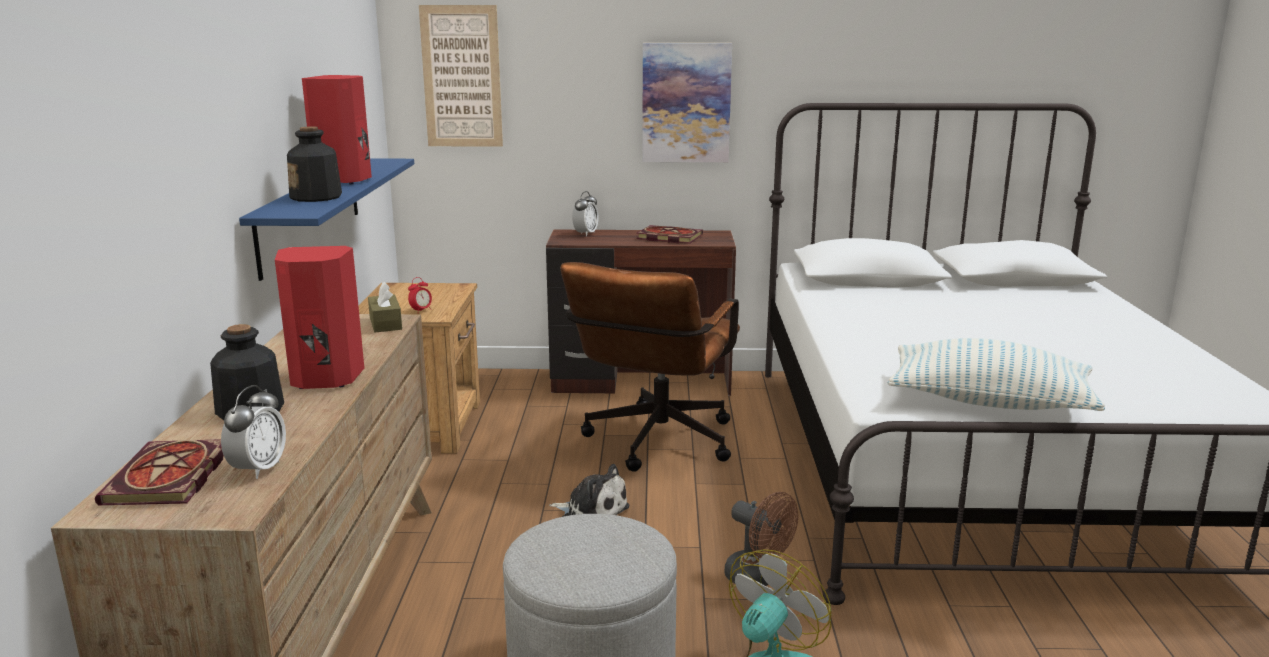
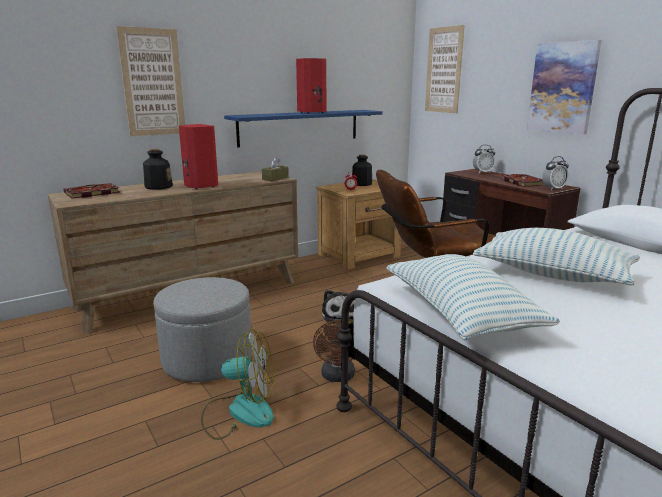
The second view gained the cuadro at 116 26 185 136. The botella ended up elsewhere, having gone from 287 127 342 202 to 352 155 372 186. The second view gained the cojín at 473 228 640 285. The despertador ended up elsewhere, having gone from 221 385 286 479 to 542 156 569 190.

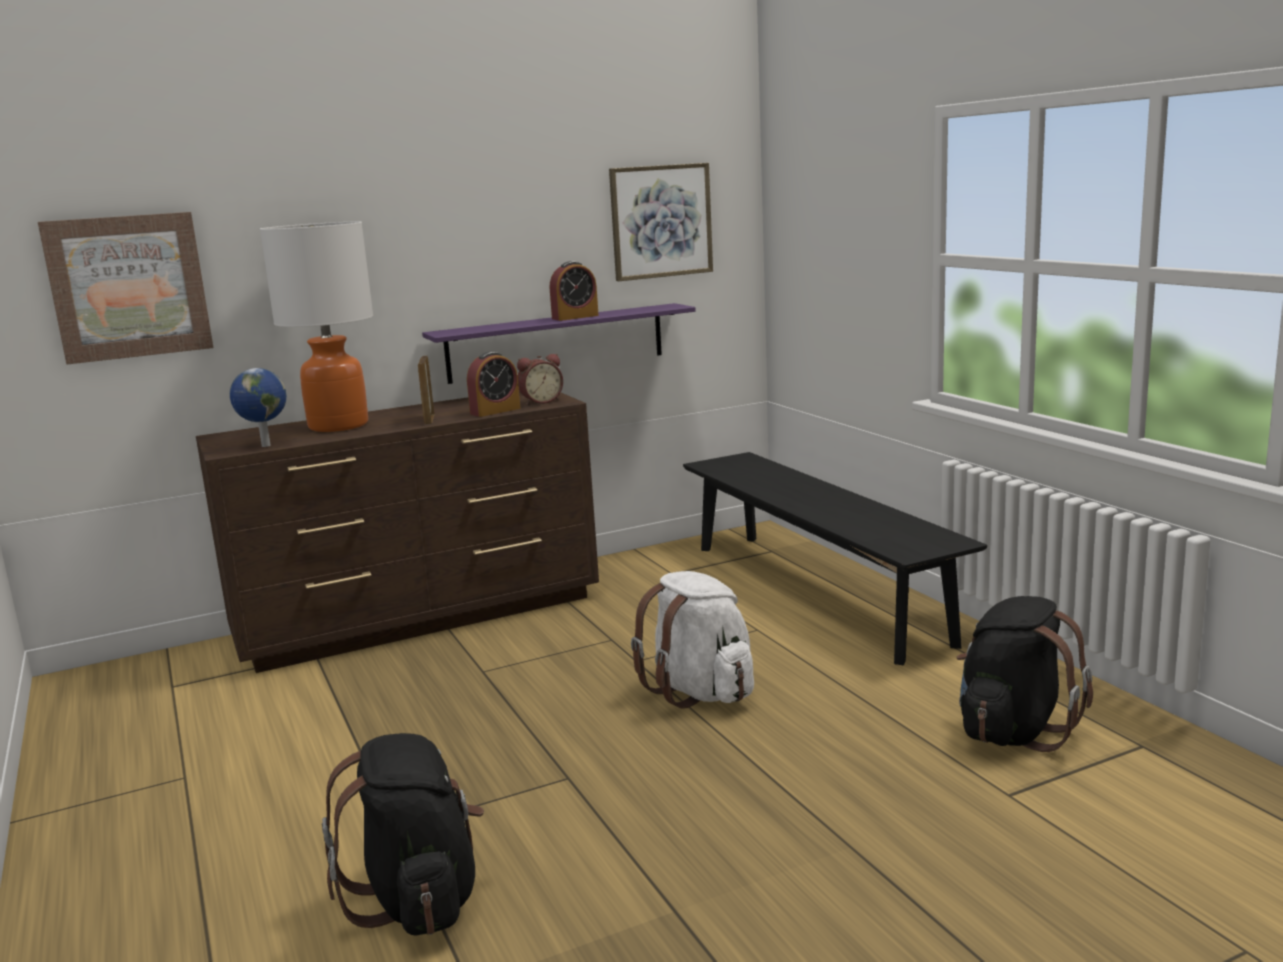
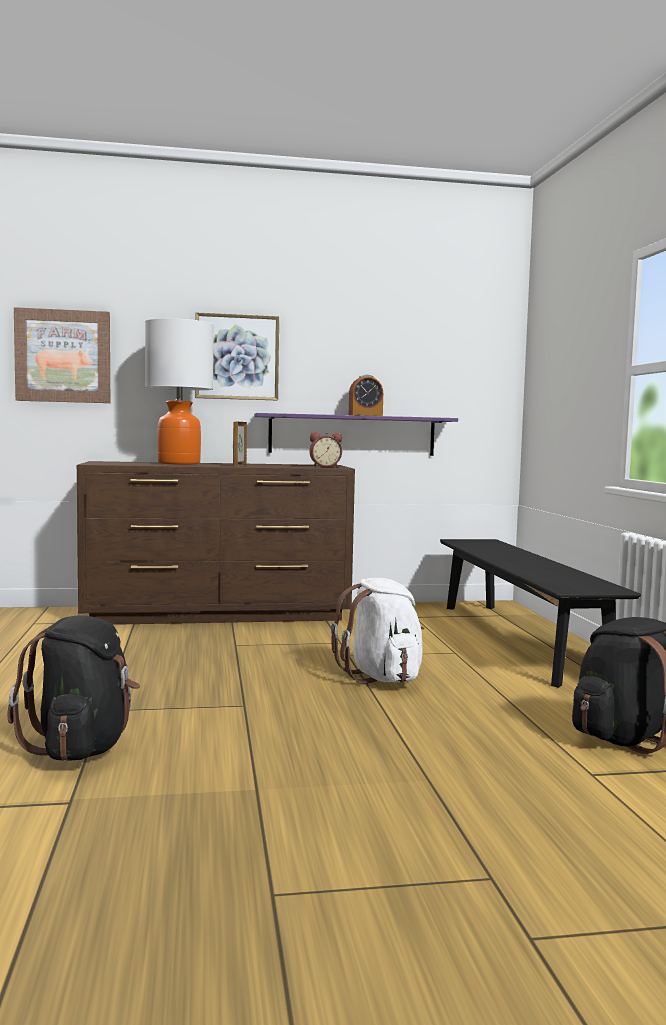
The cuadro ended up elsewhere, having gone from 609 163 713 281 to 195 313 279 400. The second view lost the globo terráqueo at 230 368 287 447. The second view lost the despertador at 467 351 520 417.

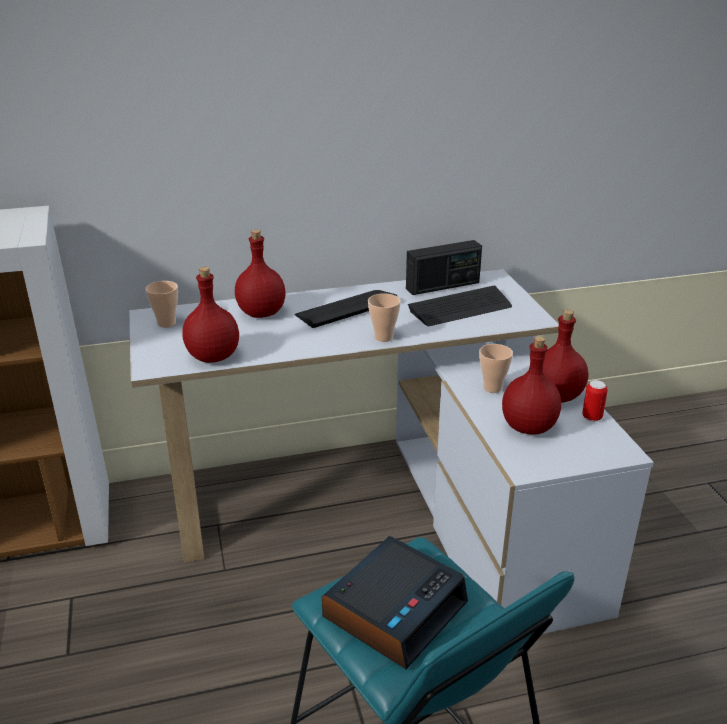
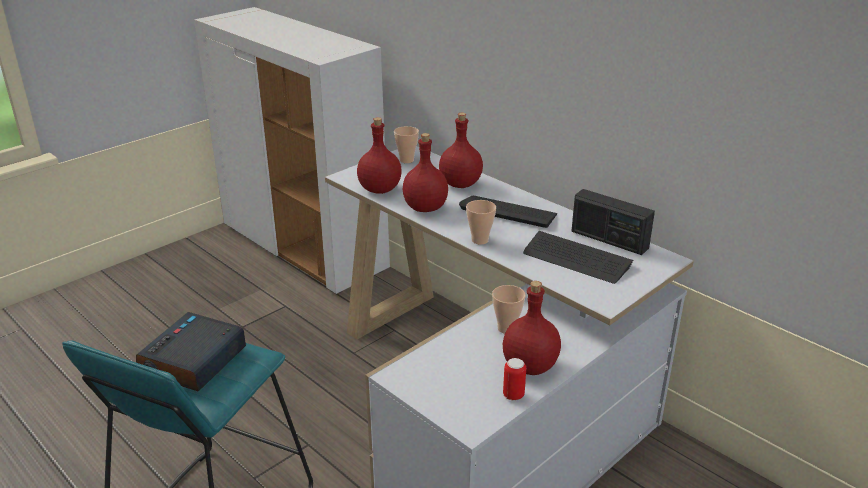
The despertador at 322 536 468 669 ended up facing another way, 105 degrees clockwise from before. The botella (rojo) ended up elsewhere, having gone from 502 336 561 435 to 403 133 448 212.

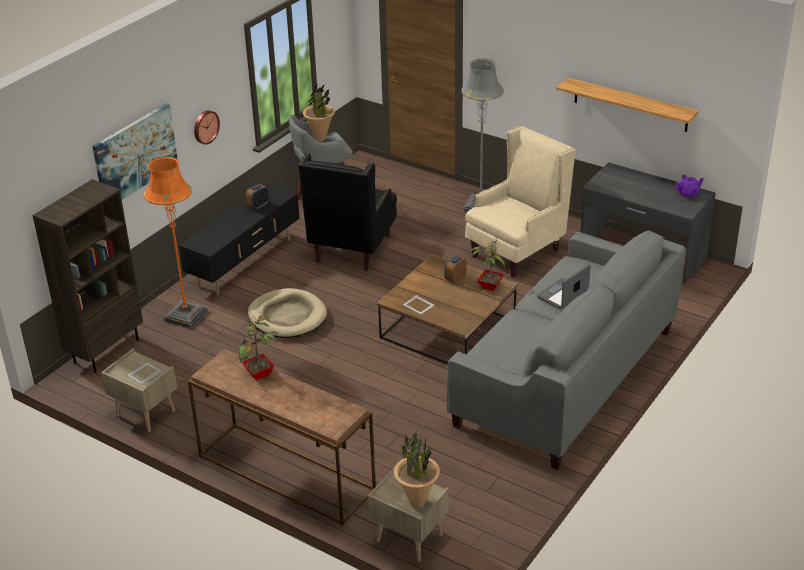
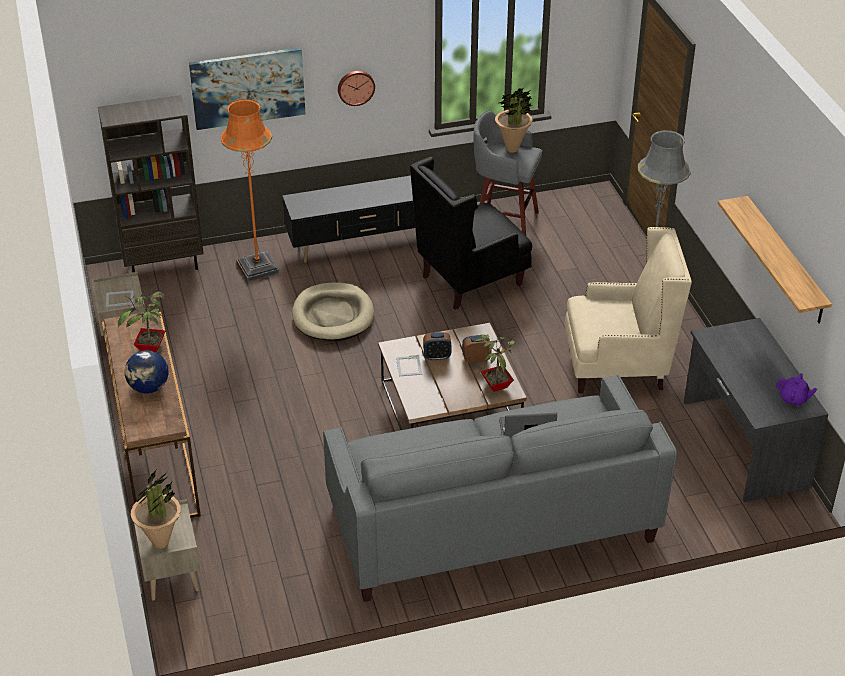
The second view gained the globo terráqueo at 125 350 169 394. The despertador ended up elsewhere, having gone from 246 184 269 210 to 423 332 451 360.

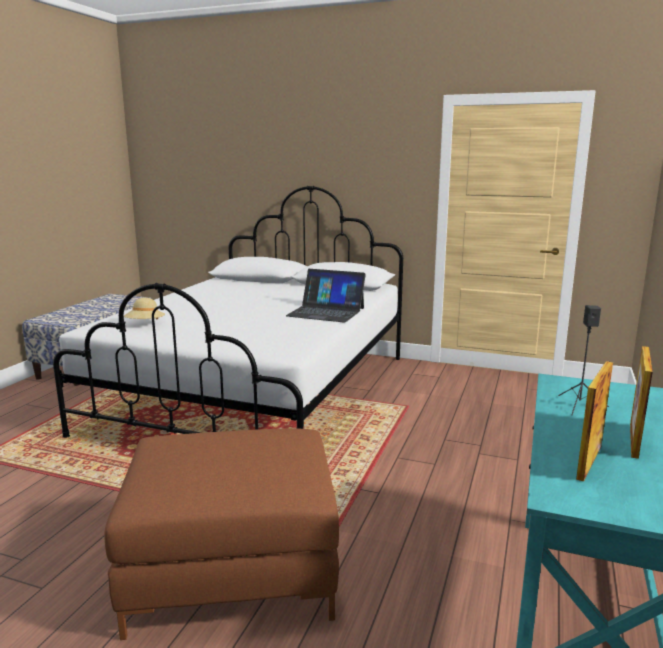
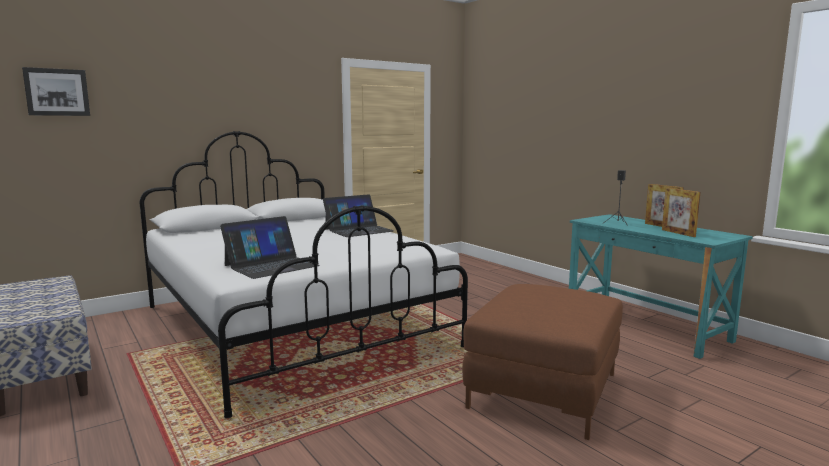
The second view gained the cuadro at 22 67 90 116. Where the sombrero (beis) stood at 124 298 165 320, the portátil came to stand at 220 216 320 279.

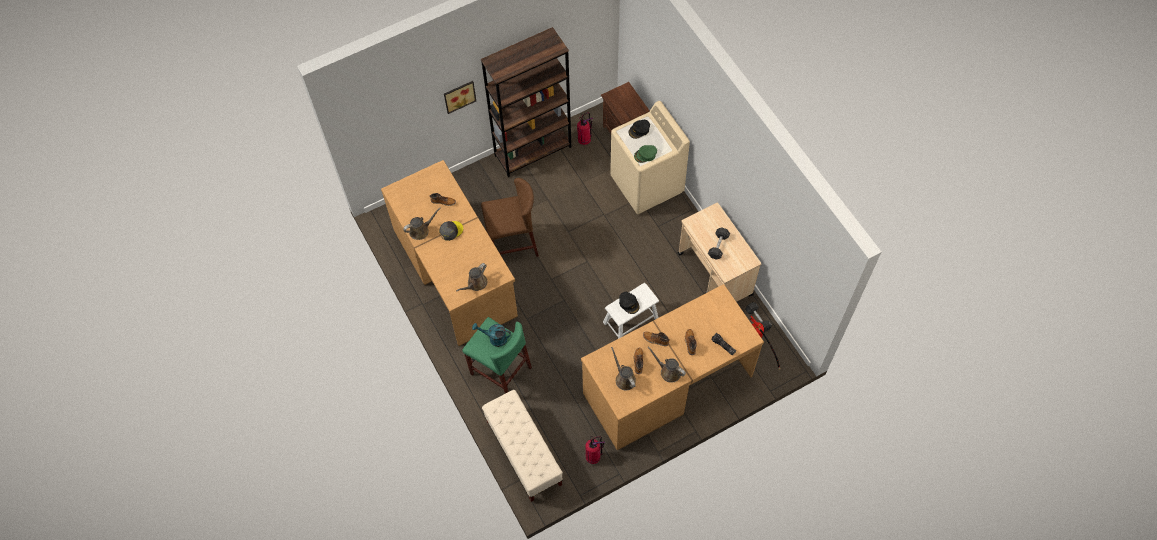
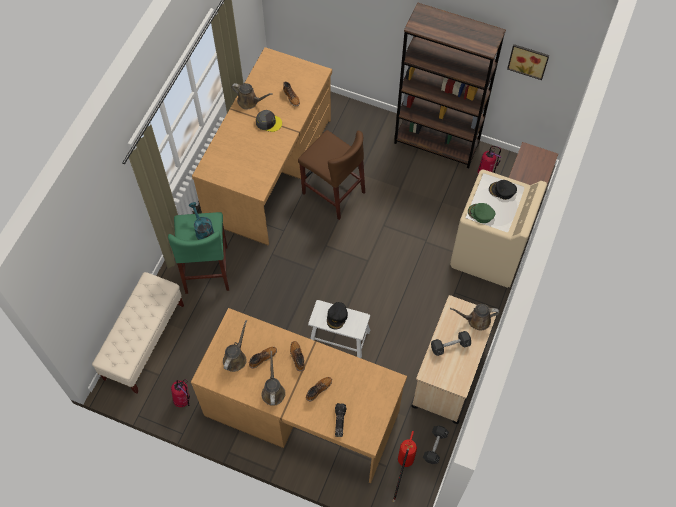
The regadera (marrón) ended up elsewhere, having gone from 456 263 487 291 to 450 304 499 331. The cuadro ended up elsewhere, having gone from 444 81 476 114 to 507 44 549 80.

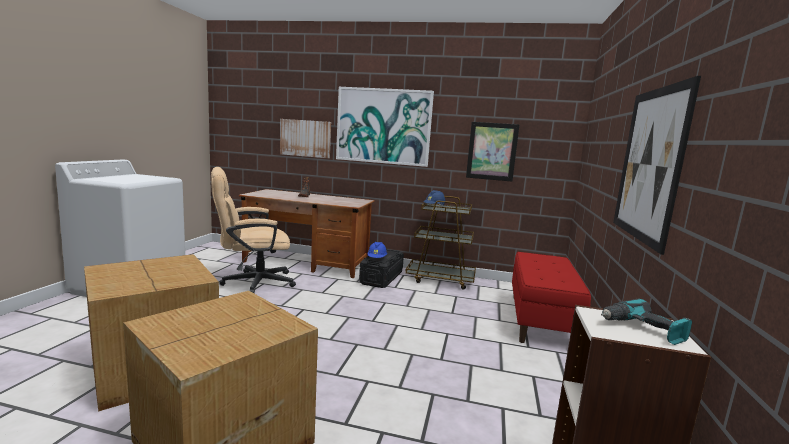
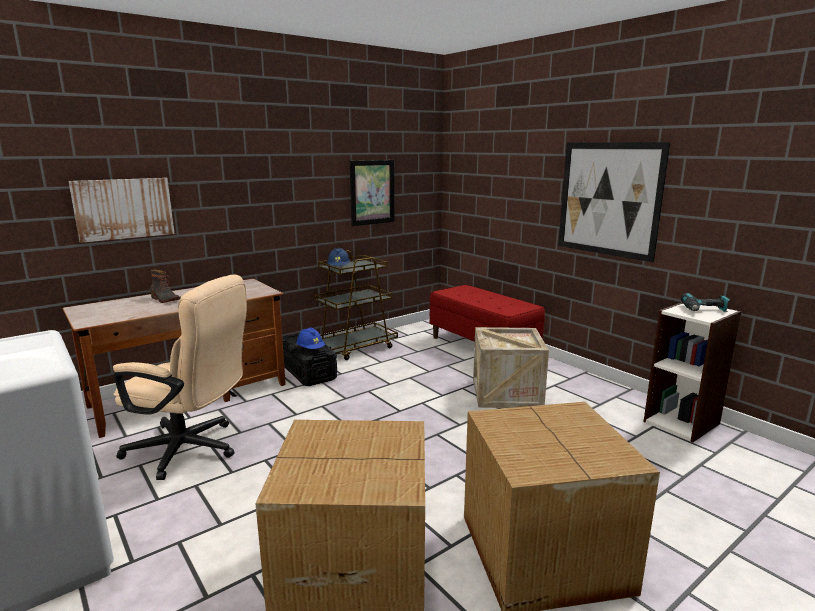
The silla de oficina (beis) at 211 167 296 293 ended up facing another way, 90 degrees counterclockwise from before. The second view gained the caja de embalaje at 473 327 549 408. The second view lost the cuadro at 336 87 434 167.

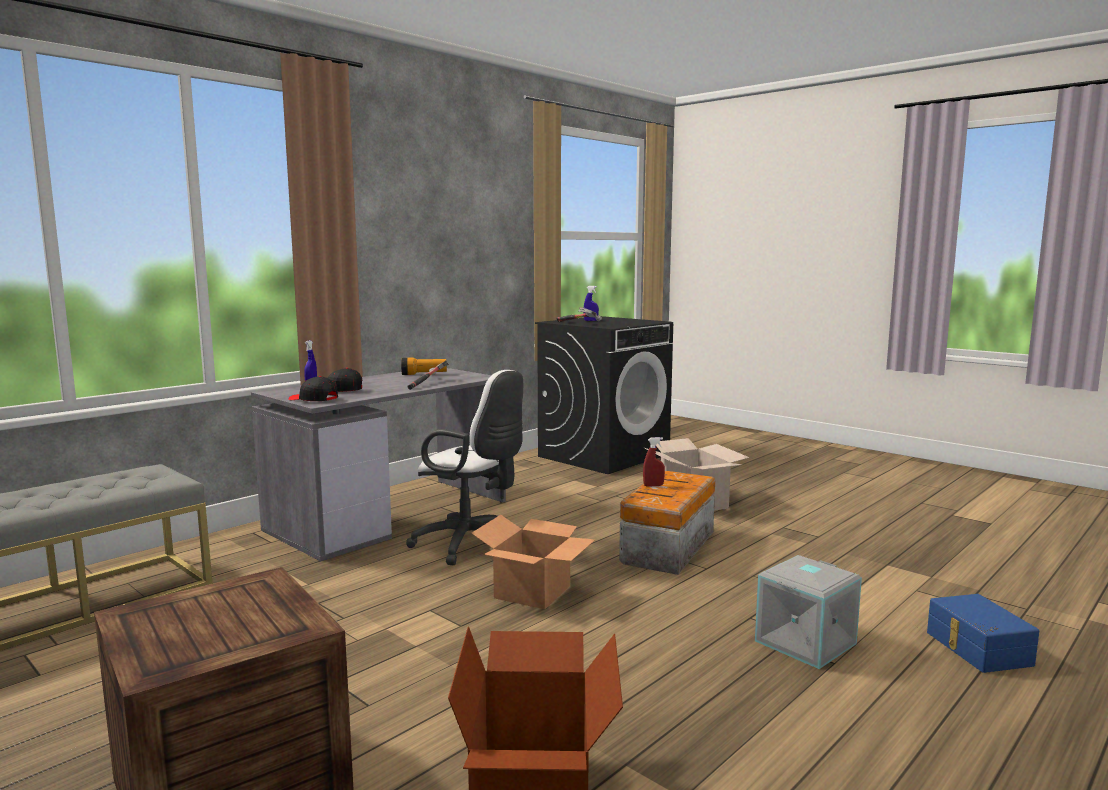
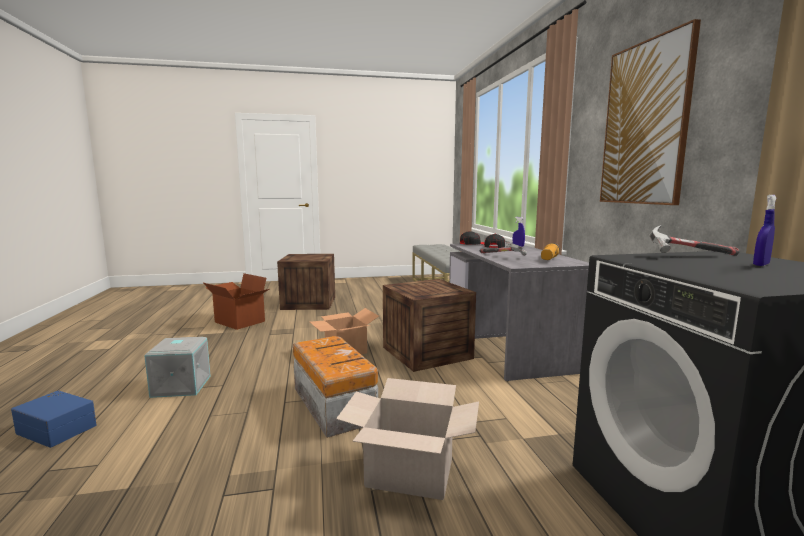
Where the silla de oficina (blanco) stood at 406 370 523 565, the caja de embalaje came to stand at 383 279 476 372. The second view gained the cuadro at 600 19 701 205. The second view lost the pulverizador (rojo) at 643 437 665 487.

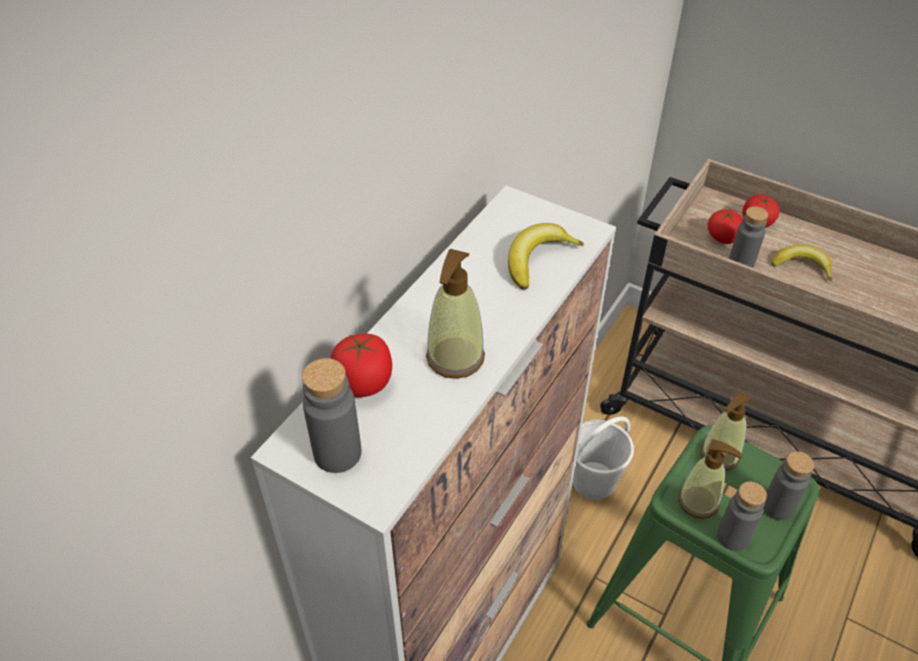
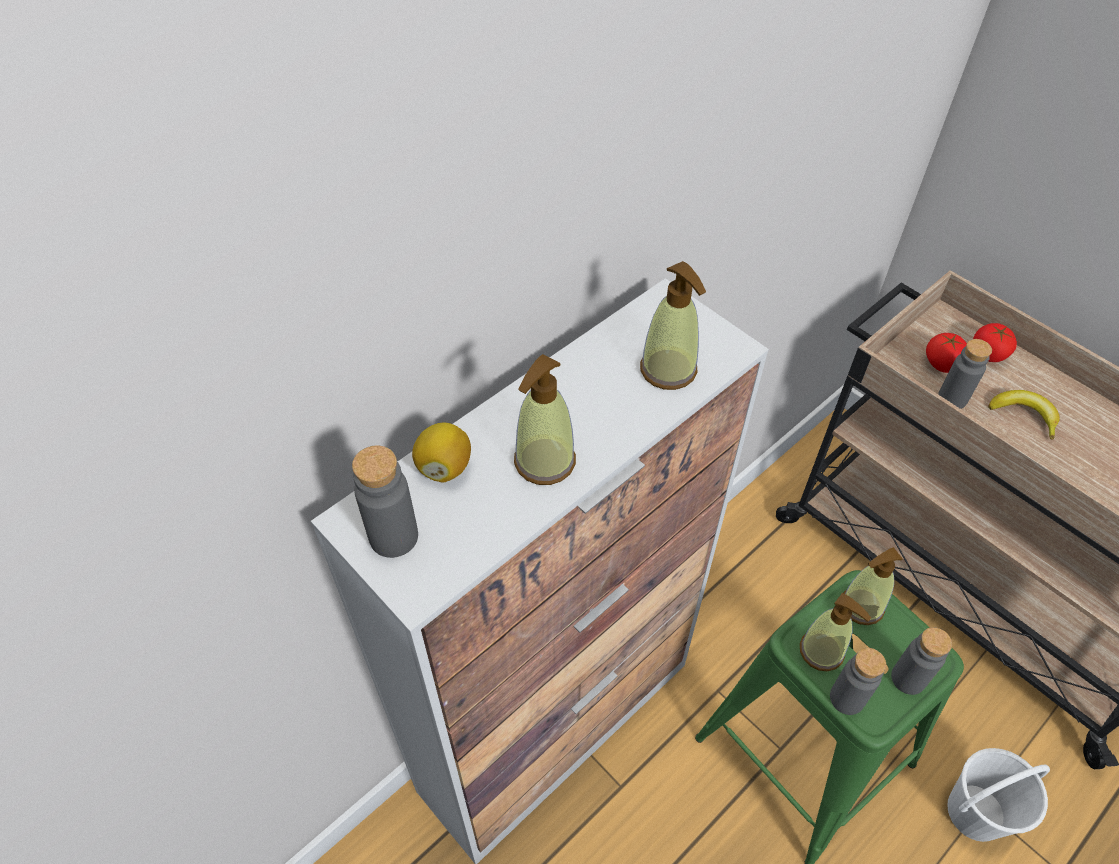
Where the tomate stood at 331 334 392 397, the limón came to stand at 412 423 471 483. Where the plátano stood at 508 223 584 290, the dispensador de jabón came to stand at 640 261 706 390. The cubo (blanco) ended up elsewhere, having gone from 572 416 634 500 to 947 748 1050 842.

